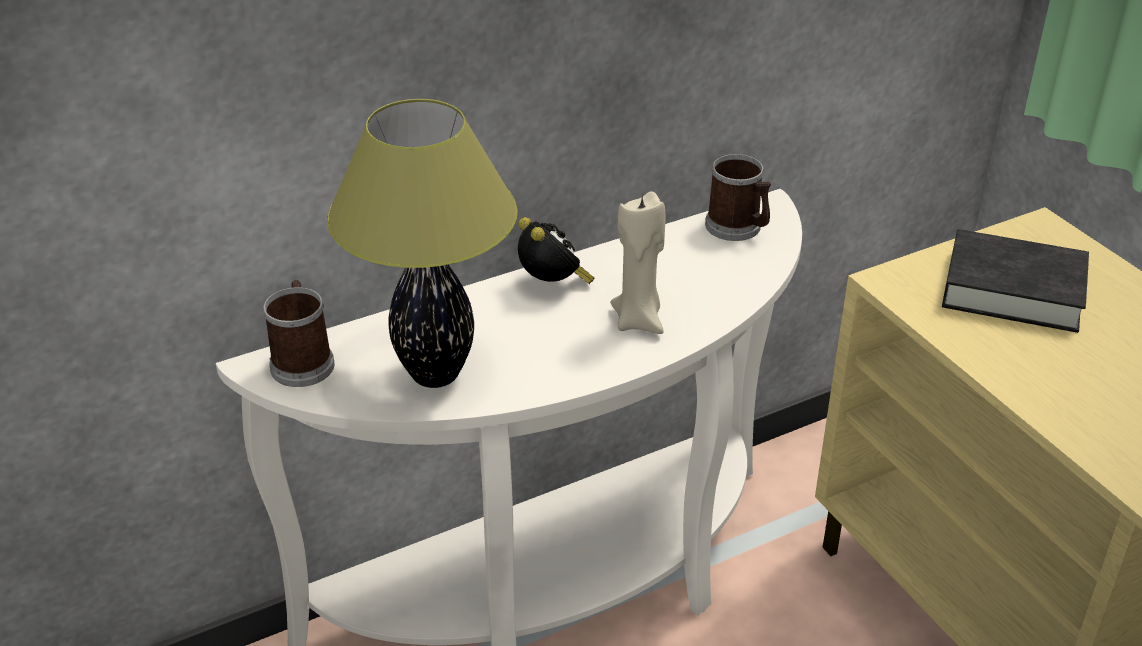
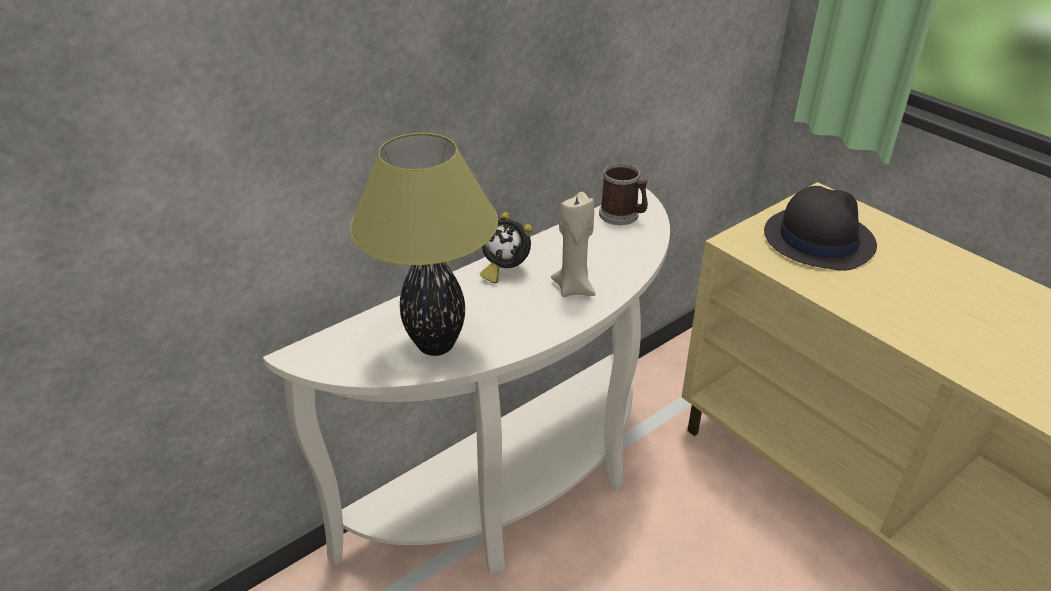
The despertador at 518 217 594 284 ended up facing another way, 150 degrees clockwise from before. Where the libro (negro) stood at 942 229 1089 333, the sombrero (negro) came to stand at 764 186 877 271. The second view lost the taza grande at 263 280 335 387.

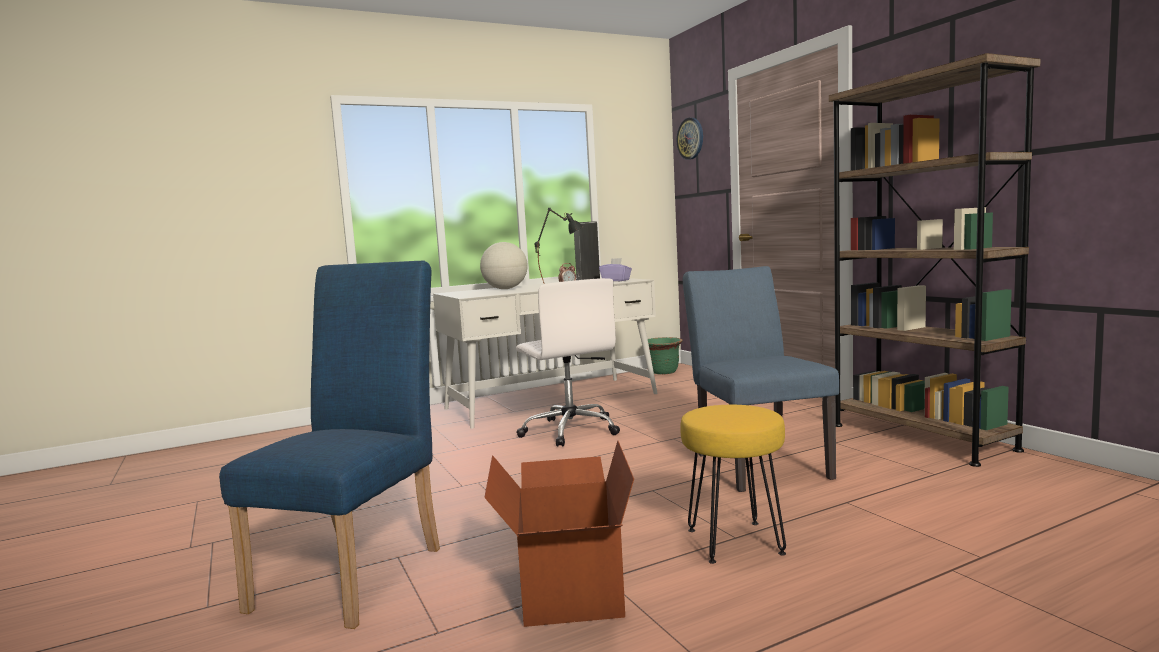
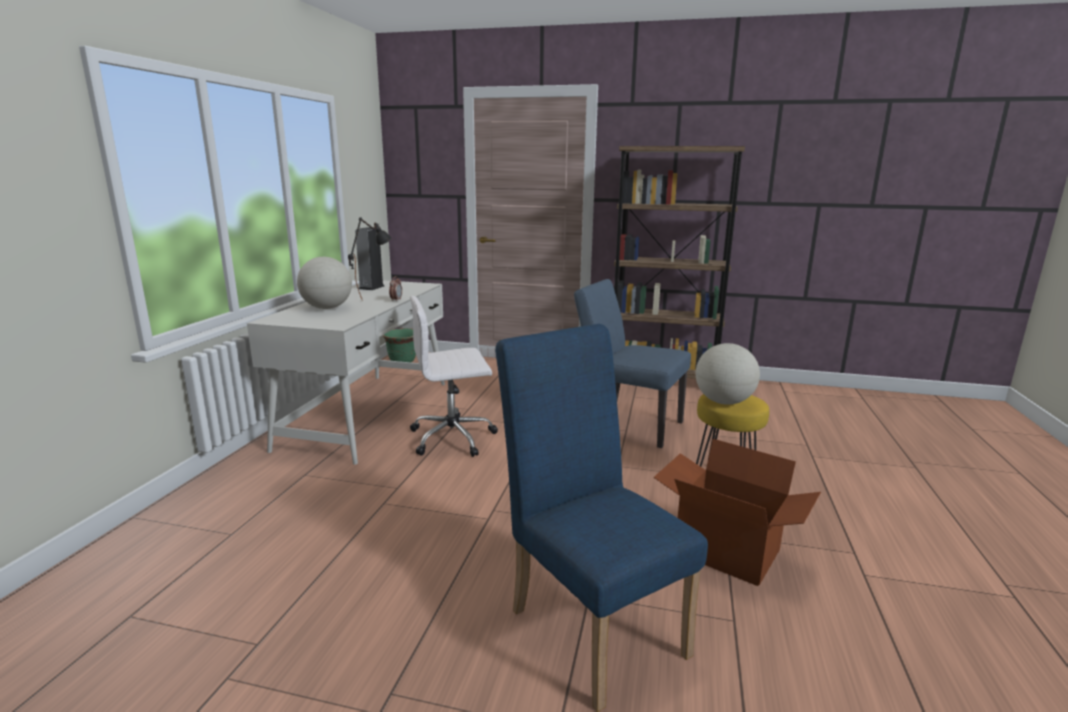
The silla de oficina (blanco) at 516 278 620 447 ended up facing another way, 150 degrees clockwise from before. The second view gained the globo terráqueo at 696 343 760 405. The second view lost the caja de pañuelos (morado) at 599 258 632 281. The second view lost the reloj de pared at 677 118 703 160.

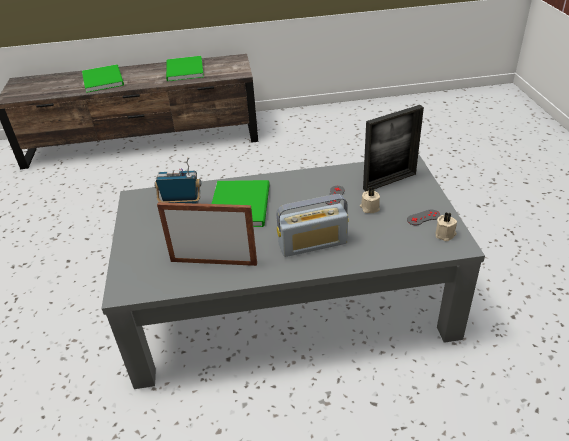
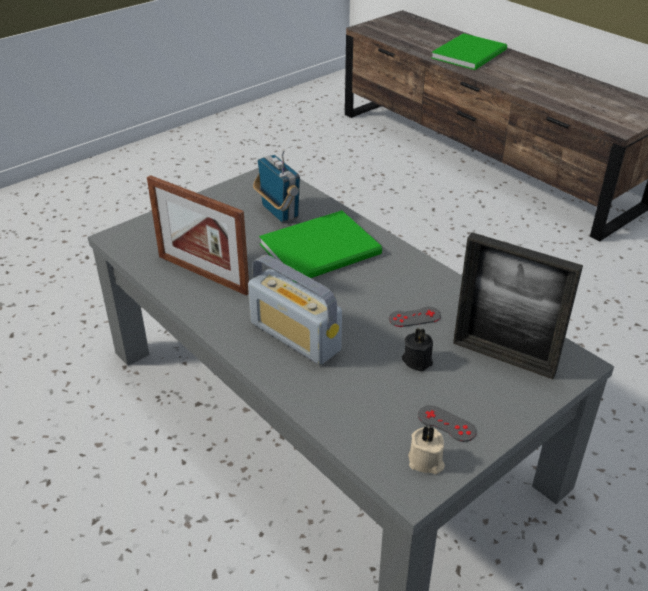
The portarretratos at 157 202 257 266 ended up facing another way, 150 degrees clockwise from before. What was the vela (beis) at 360 187 380 213 turned into the vela (negro) at 402 327 433 371. The second view lost the libro (verde) at 166 56 204 81.

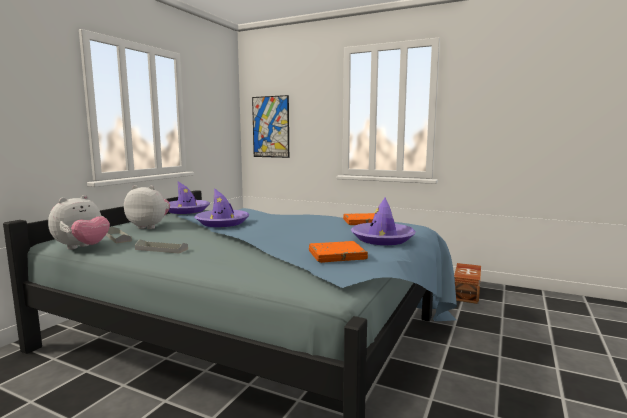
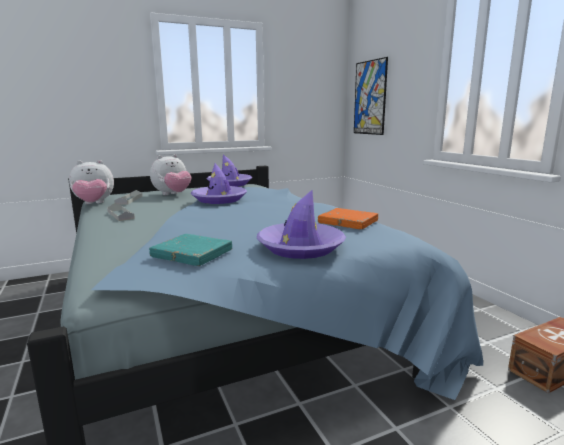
What was the libro (naranja) at 309 241 368 263 turned into the libro (turquesa) at 149 234 232 266. The peluche at 124 185 170 229 ended up facing another way, 90 degrees clockwise from before.

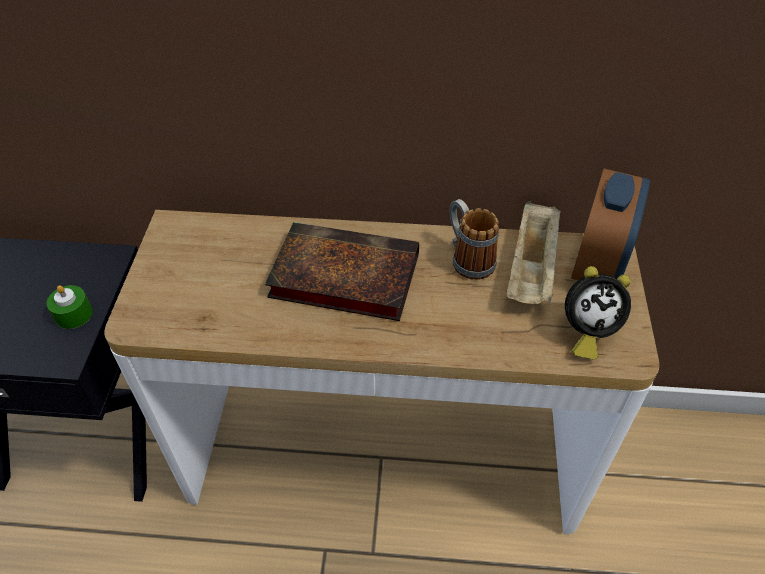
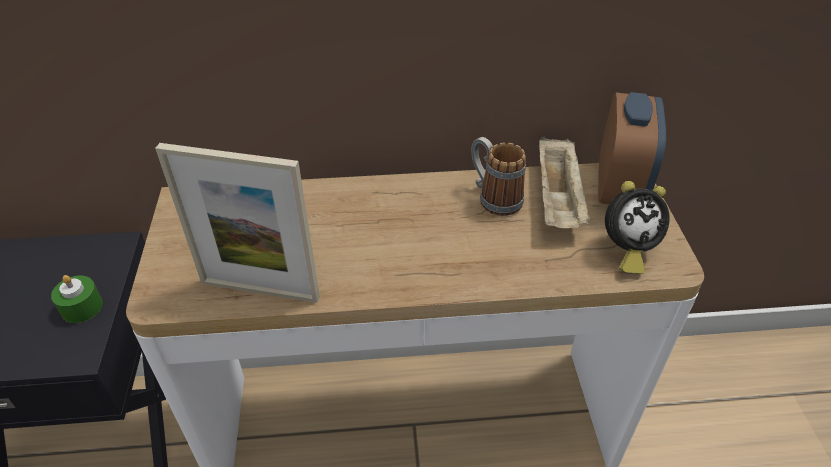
The second view gained the portarretratos at 155 143 320 303. The second view lost the libro at 265 222 419 321.

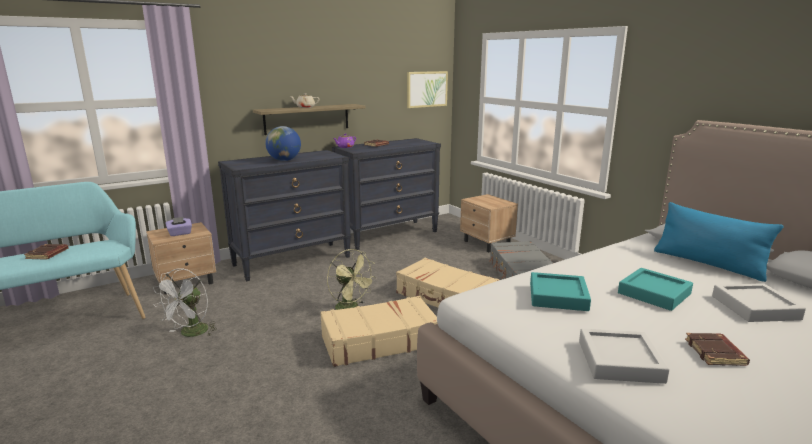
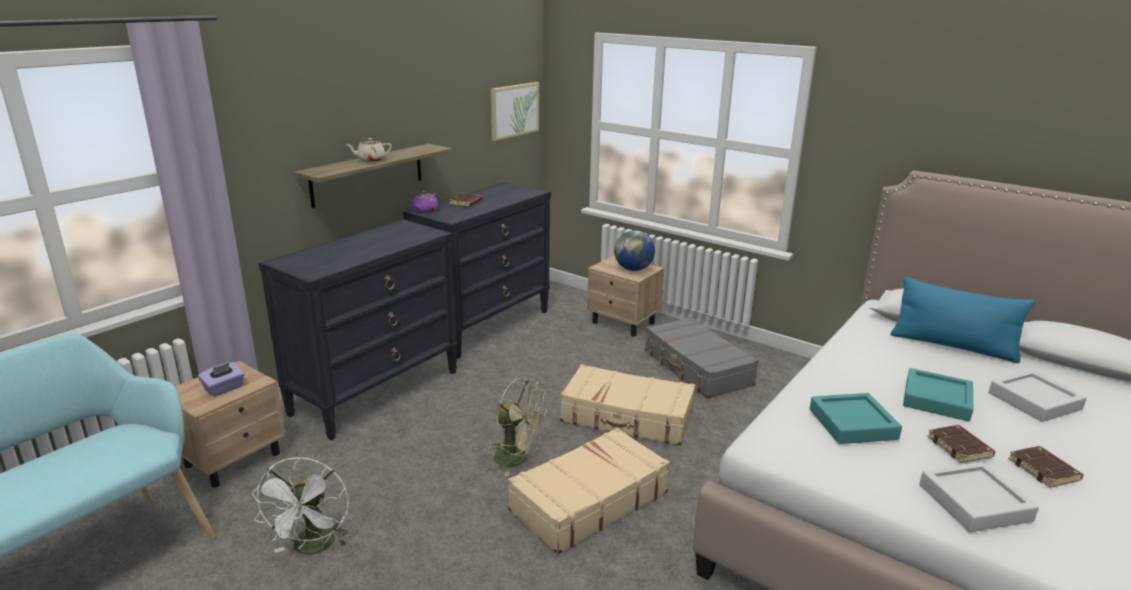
The globo terráqueo ended up elsewhere, having gone from 265 126 301 161 to 614 230 655 271. The libro (marrón) ended up elsewhere, having gone from 24 244 69 260 to 927 425 995 463.

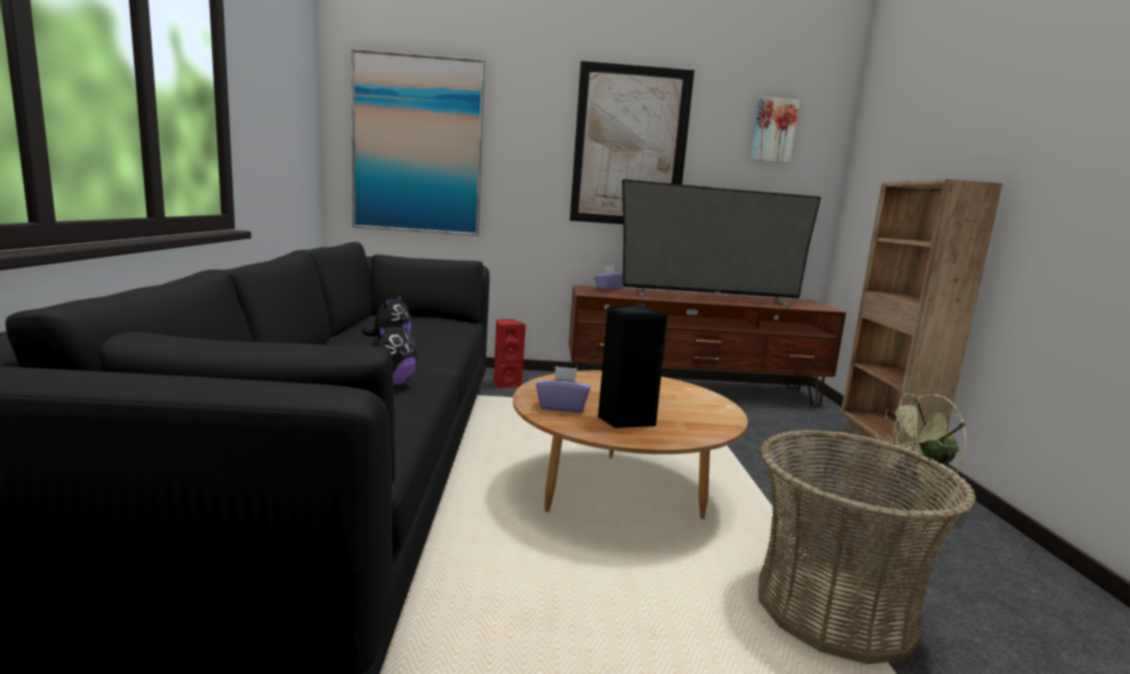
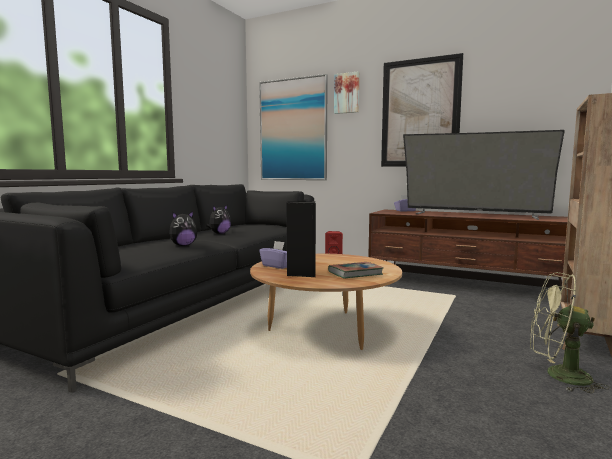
The second view gained the libro at 328 262 383 279. The cuadro ended up elsewhere, having gone from 750 97 800 163 to 334 72 359 114. The second view lost the cesta at 758 429 977 664.

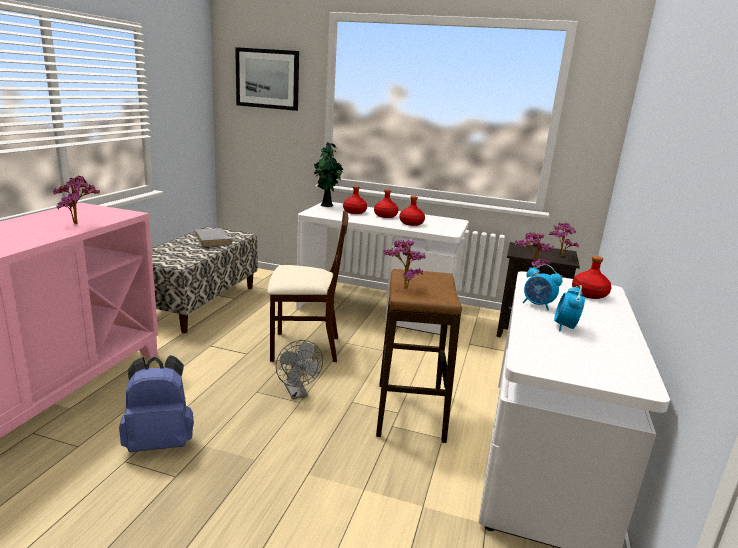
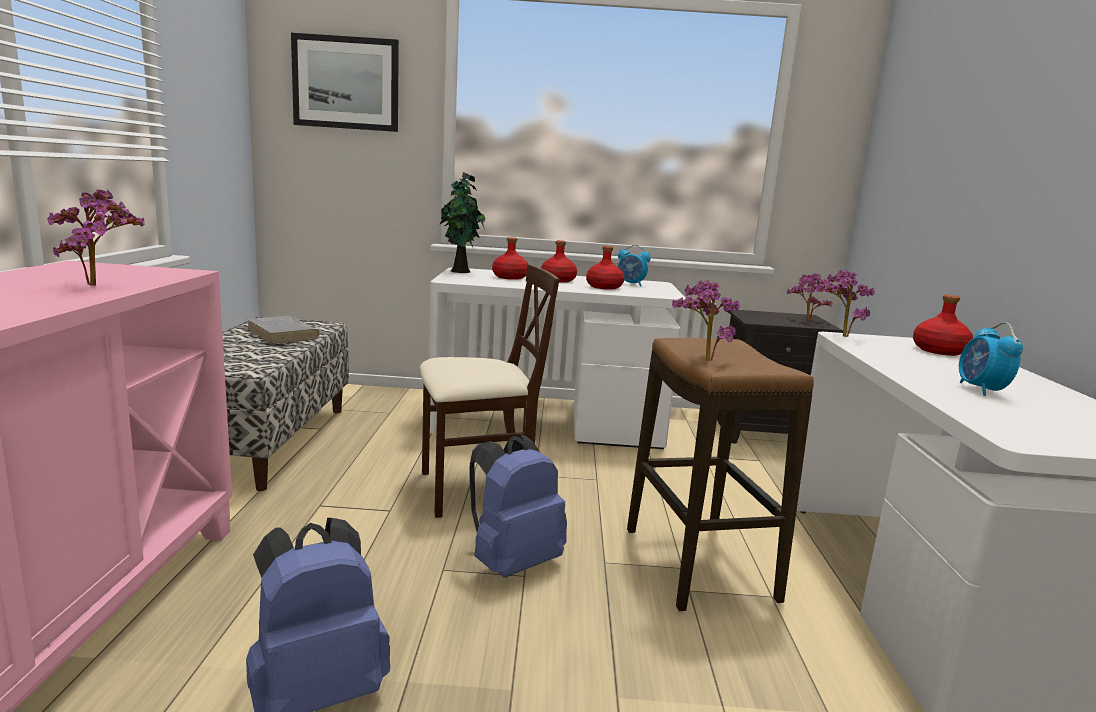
Where the ventilador (gris) stood at 276 340 323 399, the mochila (azul) came to stand at 470 434 567 578. The despertador ended up elsewhere, having gone from 523 264 562 310 to 618 245 651 286.

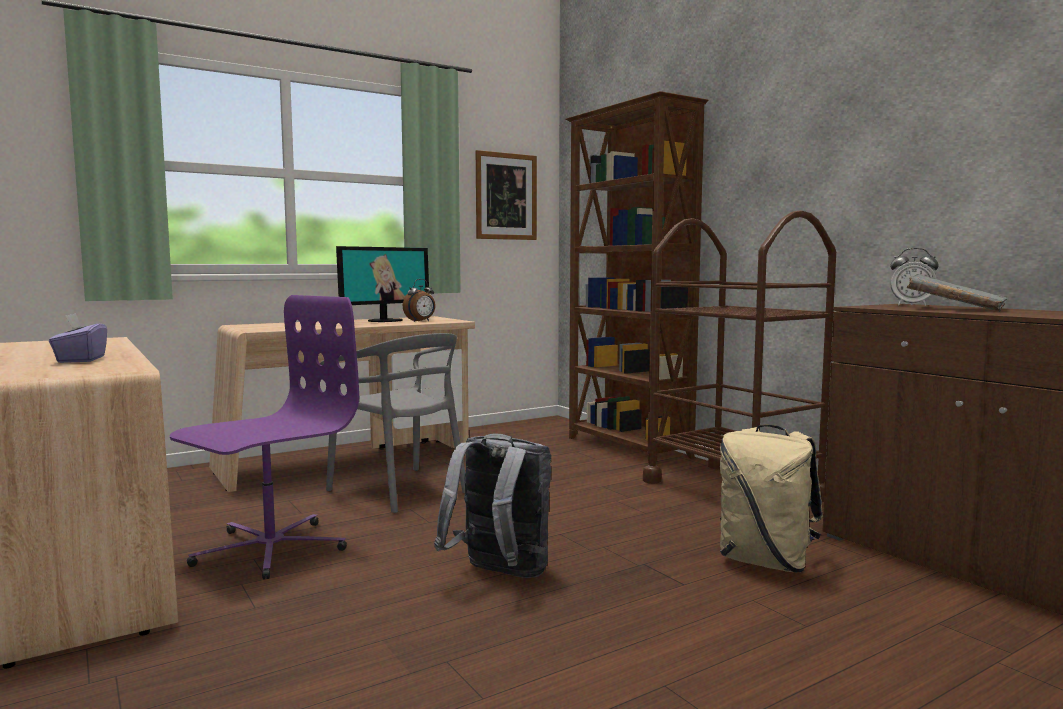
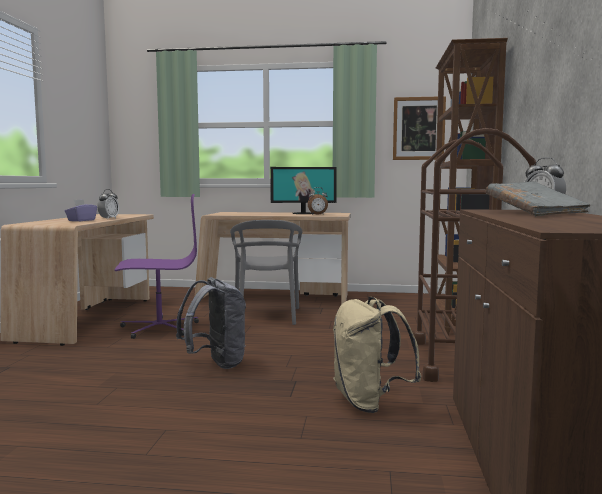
The second view gained the despertador at 97 189 119 219.

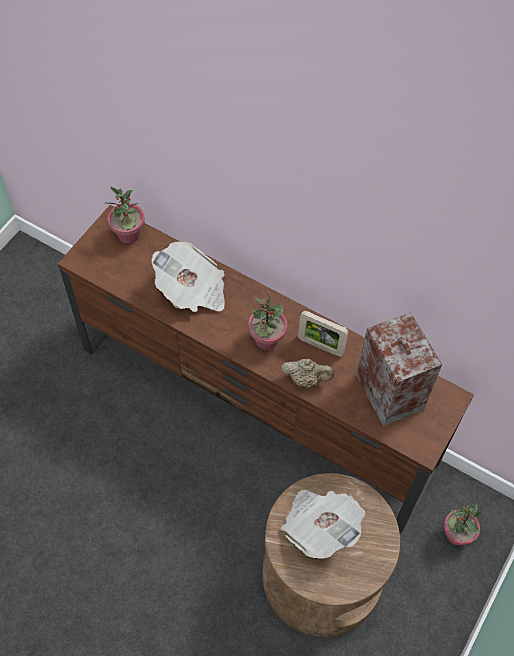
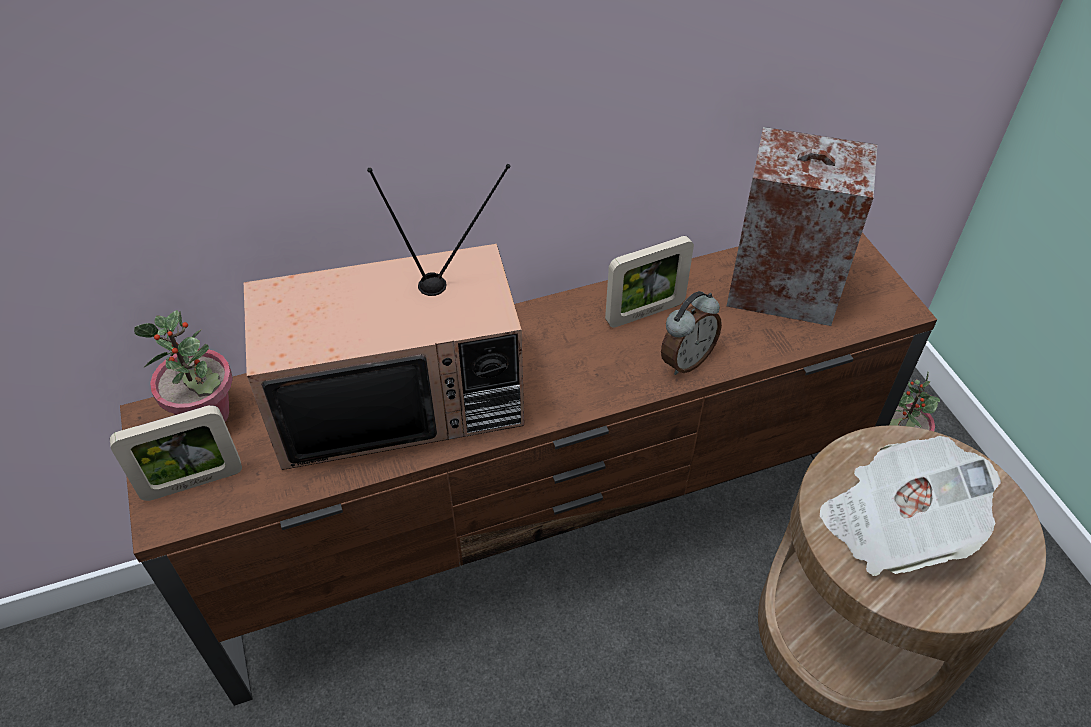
The second view gained the portarretratos at 110 405 242 501. Where the periódico stood at 151 242 225 312, the televisor came to stand at 244 164 524 470. Where the tetera (beis) stood at 281 359 334 388, the despertador came to stand at 661 291 722 375. The second view lost the planta en maceta at 248 290 287 350.

